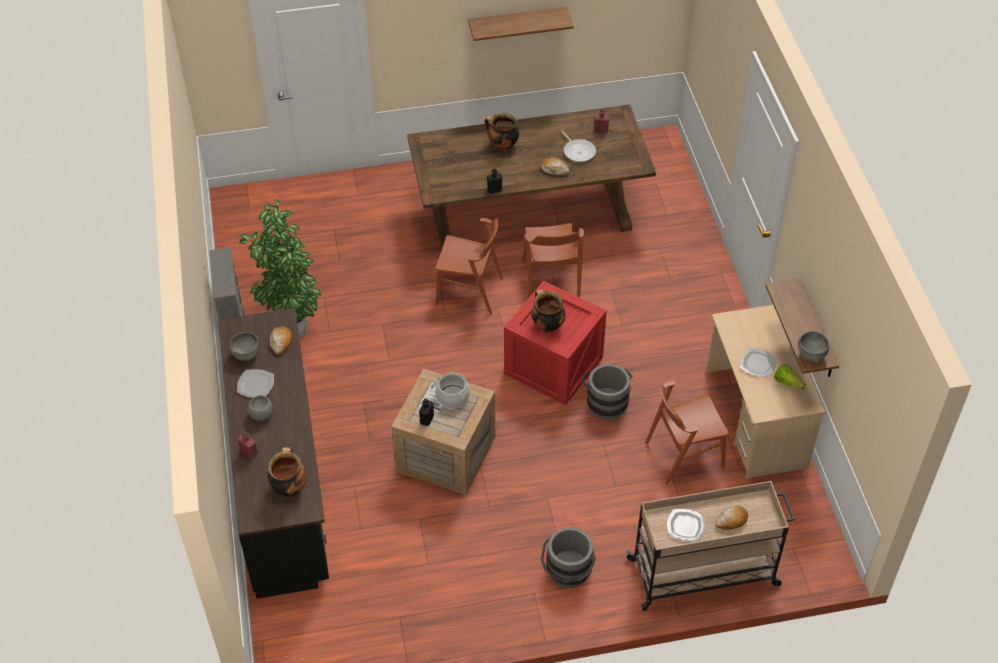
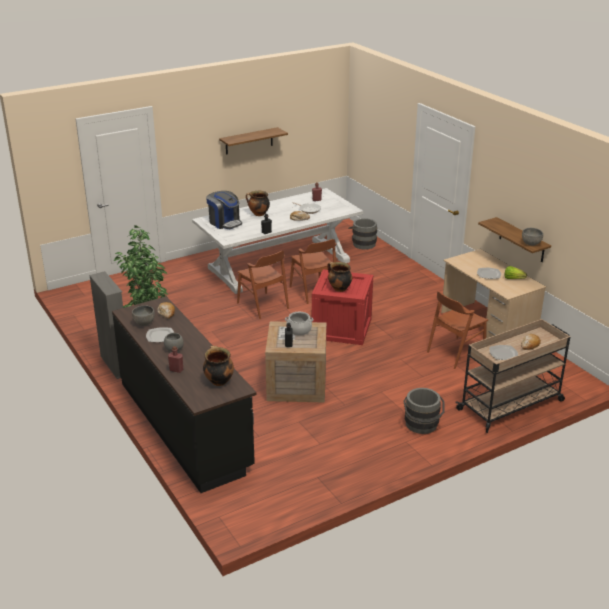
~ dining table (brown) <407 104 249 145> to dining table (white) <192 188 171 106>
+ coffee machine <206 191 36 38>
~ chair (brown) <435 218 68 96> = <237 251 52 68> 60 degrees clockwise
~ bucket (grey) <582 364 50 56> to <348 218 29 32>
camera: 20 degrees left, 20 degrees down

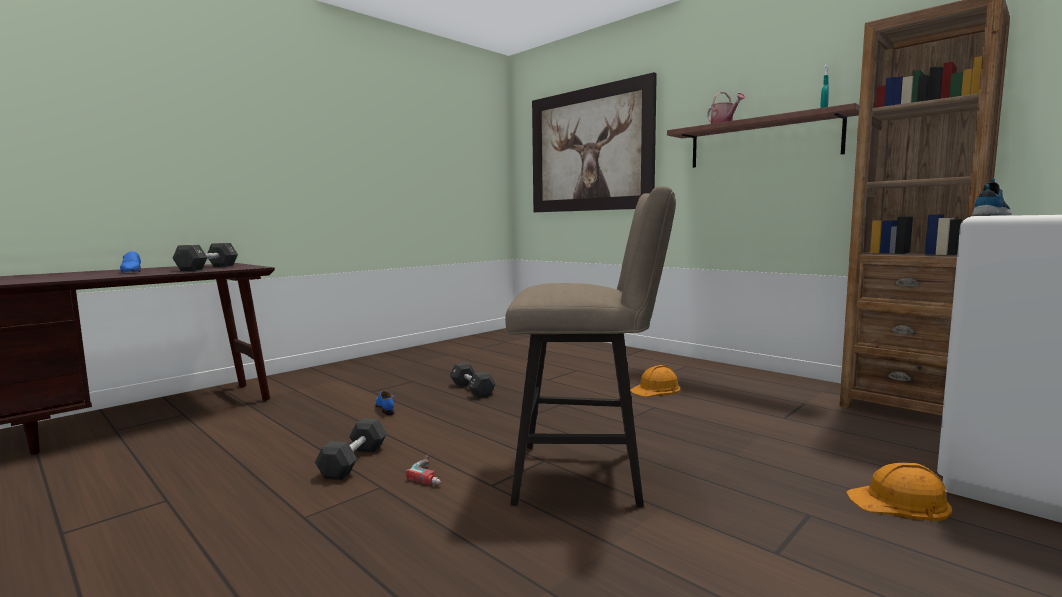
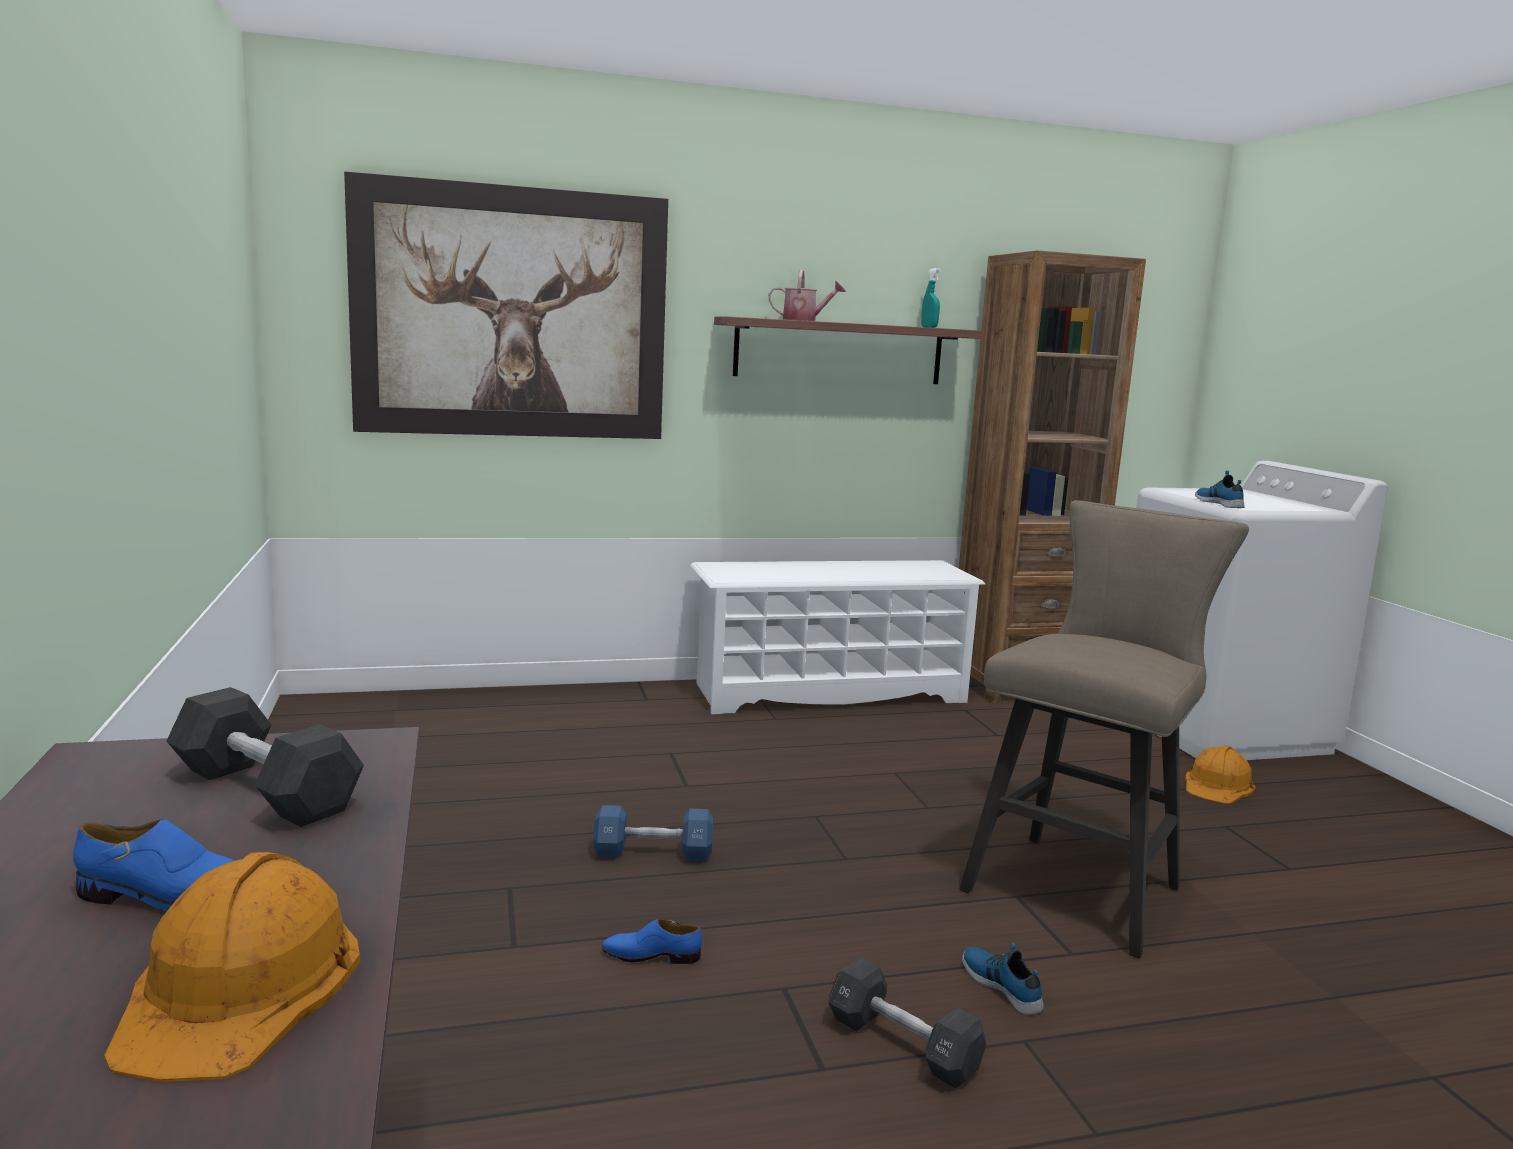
~ hard hat (orange) <630 365 50 32> to <105 852 255 230>
~ dumbbell (black) <450 362 46 36> to dumbbell (blue) <593 805 120 56>
+ shoe rack (white) <690 560 295 155>
~ power drill <405 455 36 30> to shoe <962 943 82 72>
camera: 60 degrees left, 5 degrees up

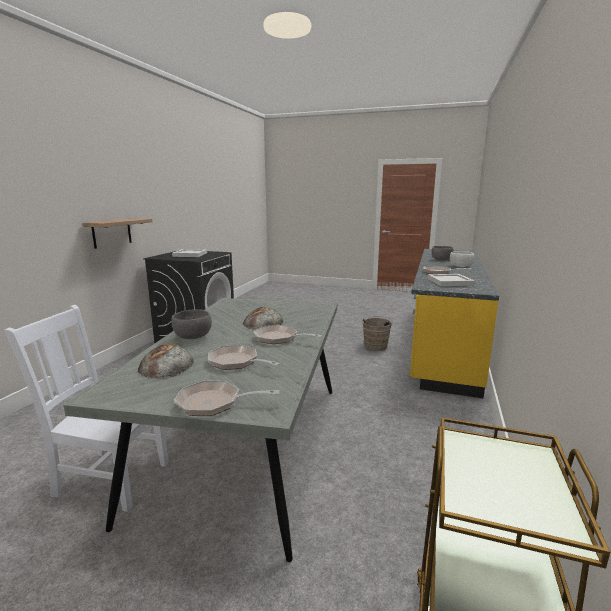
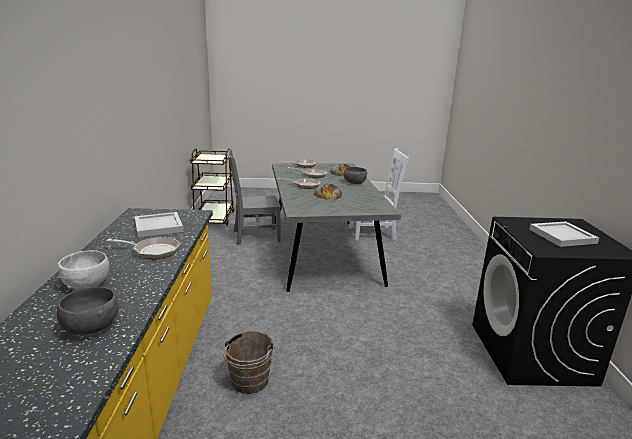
+ chair (grey) <227 148 54 97>
- shelf <83 218 69 31>
camera: 160 degrees right, 5 degrees up

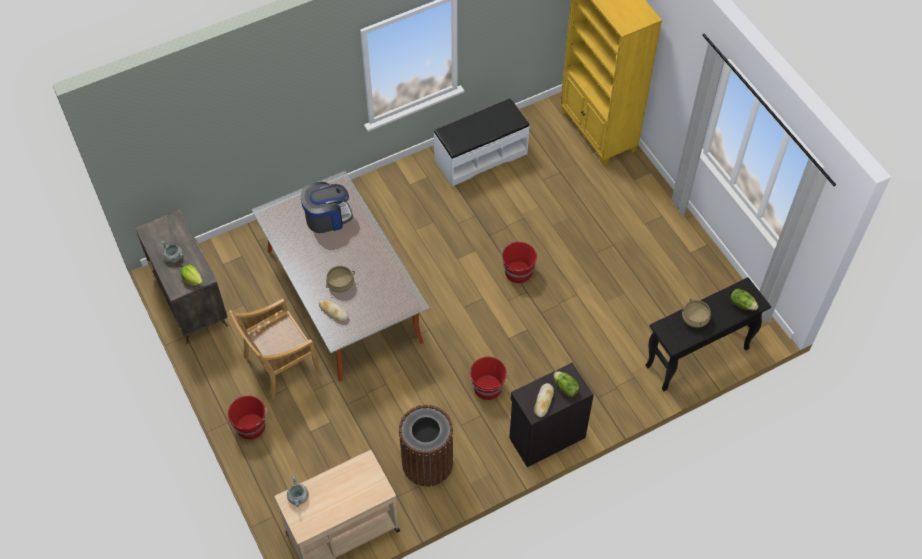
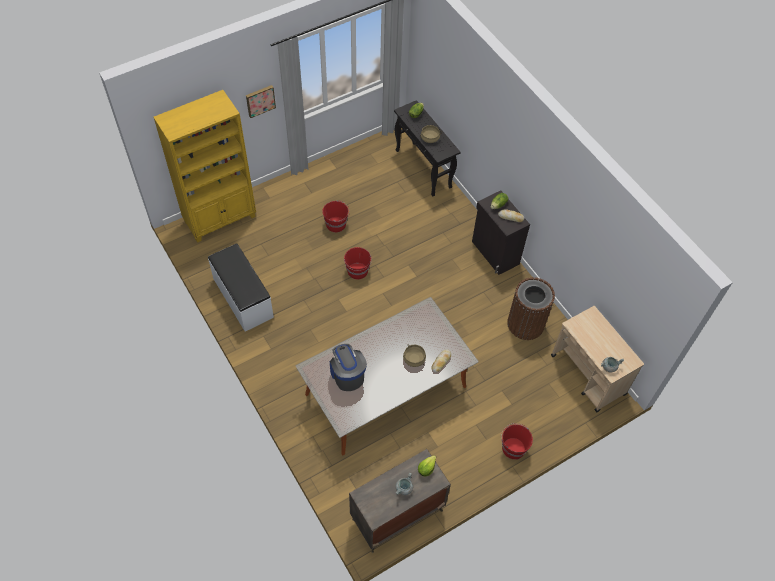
+ picture <246 85 30 33>
~ bucket (red) <469 357 38 43> to <322 200 28 32>
- chair (beige) <229 299 92 101>
camera: 95 degrees left, 0 degrees up

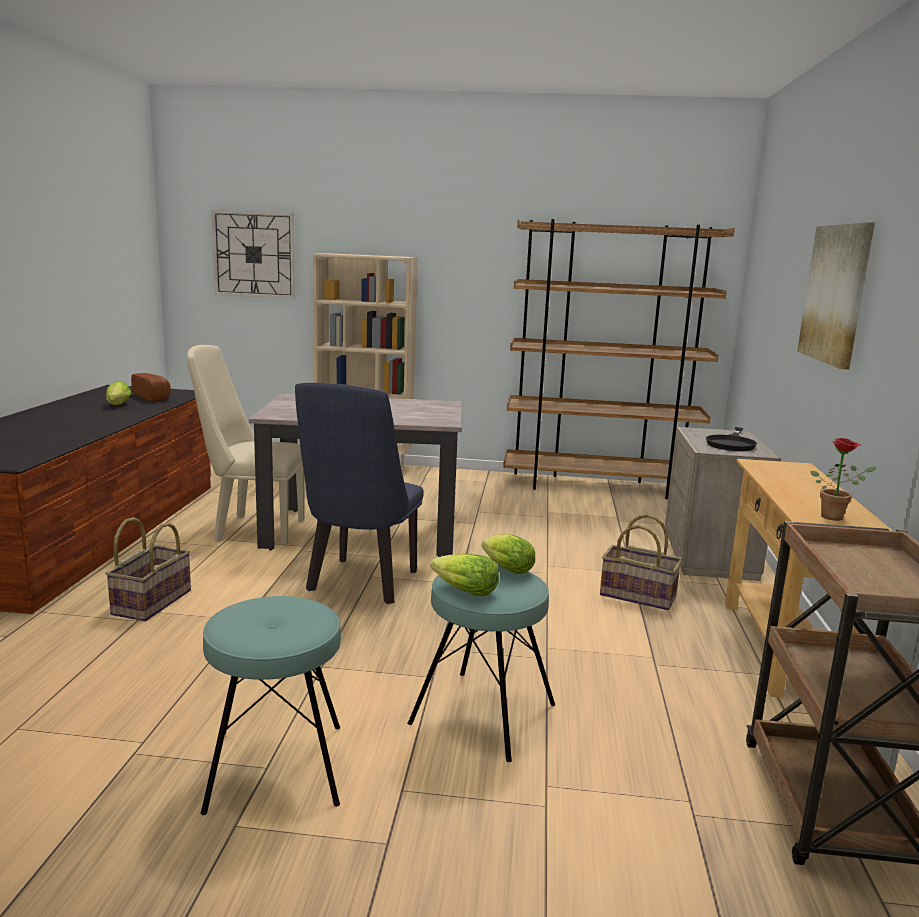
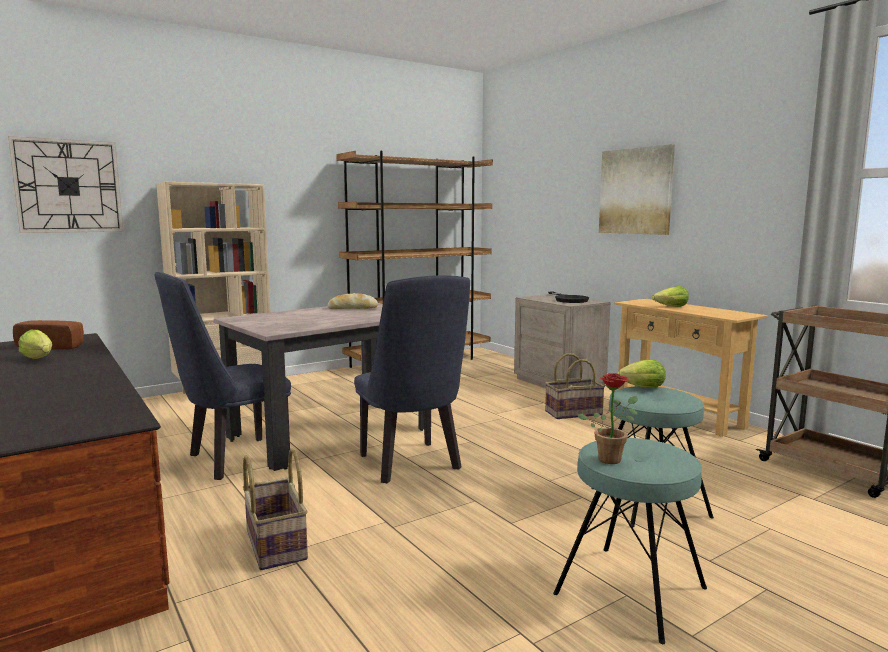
~ chair (beige) <187 345 118 199> to chair (blue) <155 272 136 208>
+ bread <328 293 50 16>
~ potted plant <810 438 67 83> to <577 373 61 91>
~ lettuce <430 554 69 42> to <652 286 37 21>
camera: 40 degrees left, 5 degrees down

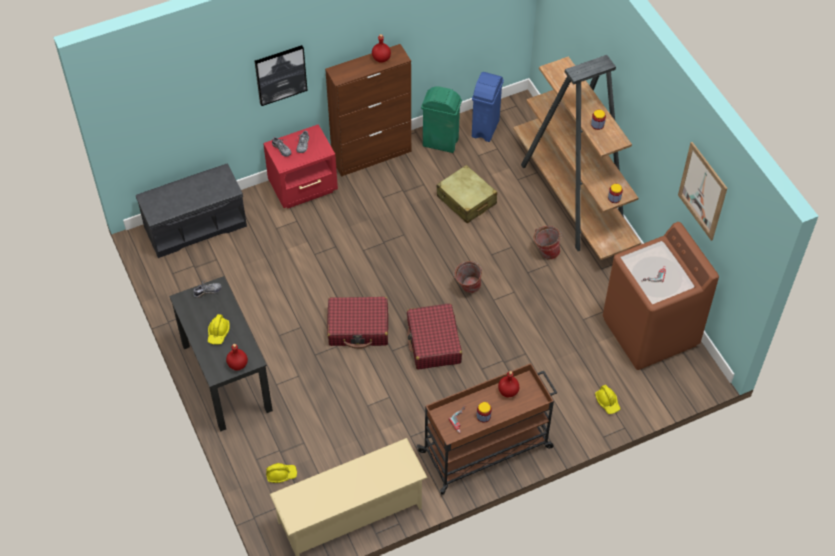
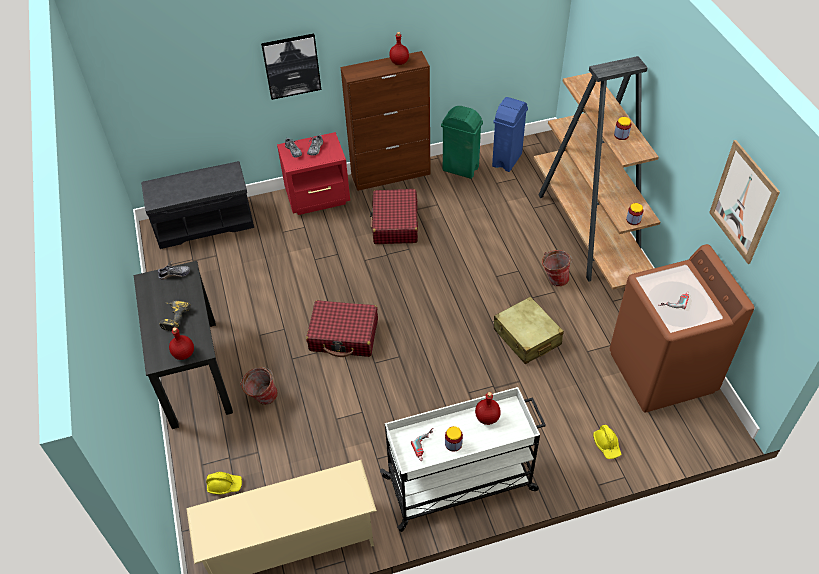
~ hard hat (yellow) <208 314 22 31> to power drill <159 301 32 31>
~ bucket <454 261 28 32> to <240 367 38 38>
~ suitcase (red) <407 303 55 66> to <370 189 48 55>
~ cart (brown) <417 363 140 132> to cart (white) <380 387 166 145>
~ suitcase (beige) <437 165 60 58> to <494 297 70 67>
camera: 10 degrees right, 5 degrees down

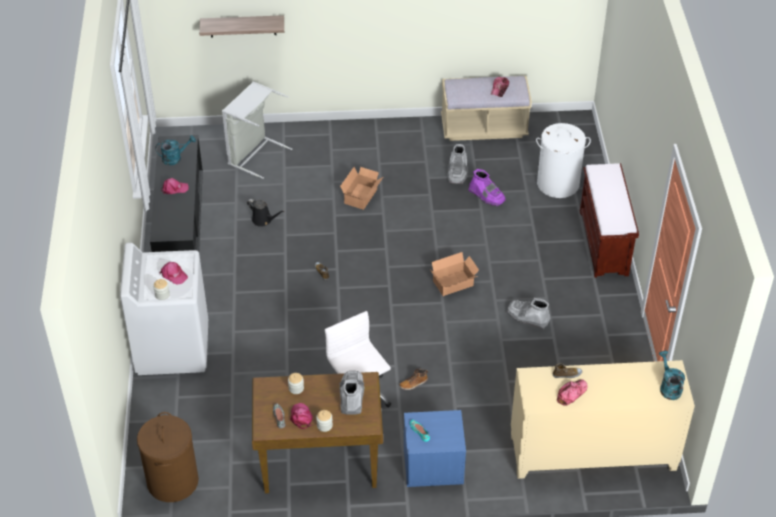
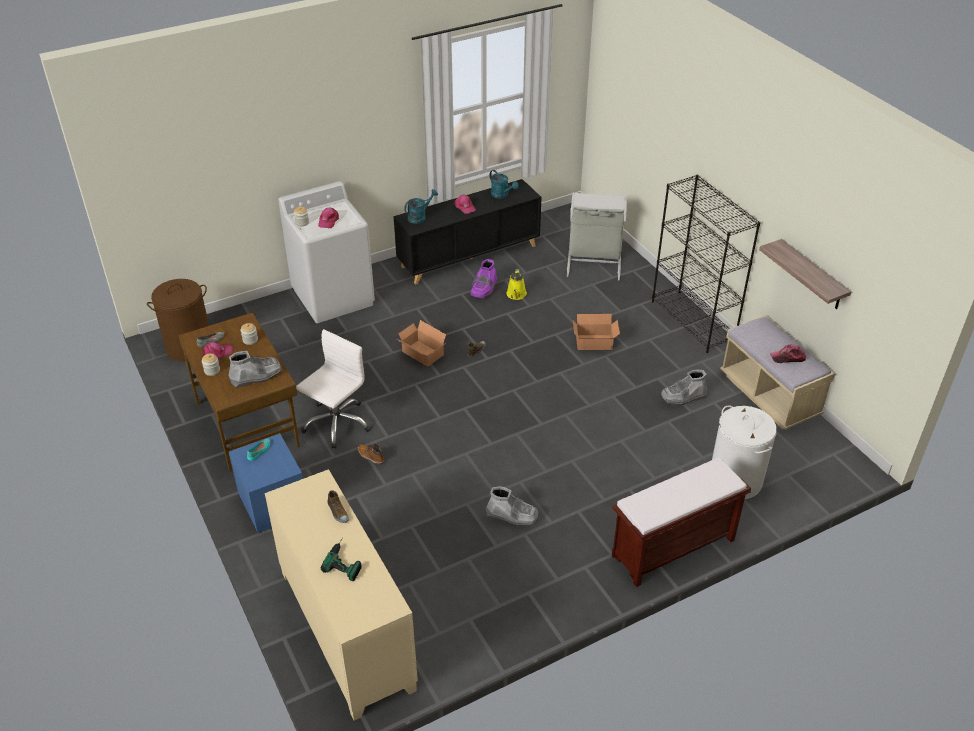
+ power drill <321 539 41 42>
~ cardboard box <430 252 49 44> to <397 320 49 47>
~ watering can (turquoise) <659 351 26 49> to <404 189 34 35>
~ boot (purple) <469 169 37 37> to <470 259 28 39>
~ boot (grey) <507 298 44 31> = <486 486 53 40> 105 degrees clockwise
~ watering can (black) <247 199 38 28> to watering can (yellow) <506 269 21 31>
+ bookcase (black) <652 175 109 178>
~ shelf <199 15 85 23> to <759 239 92 70>
- cap <557 379 31 27>
camera: 65 degrees right, 5 degrees down

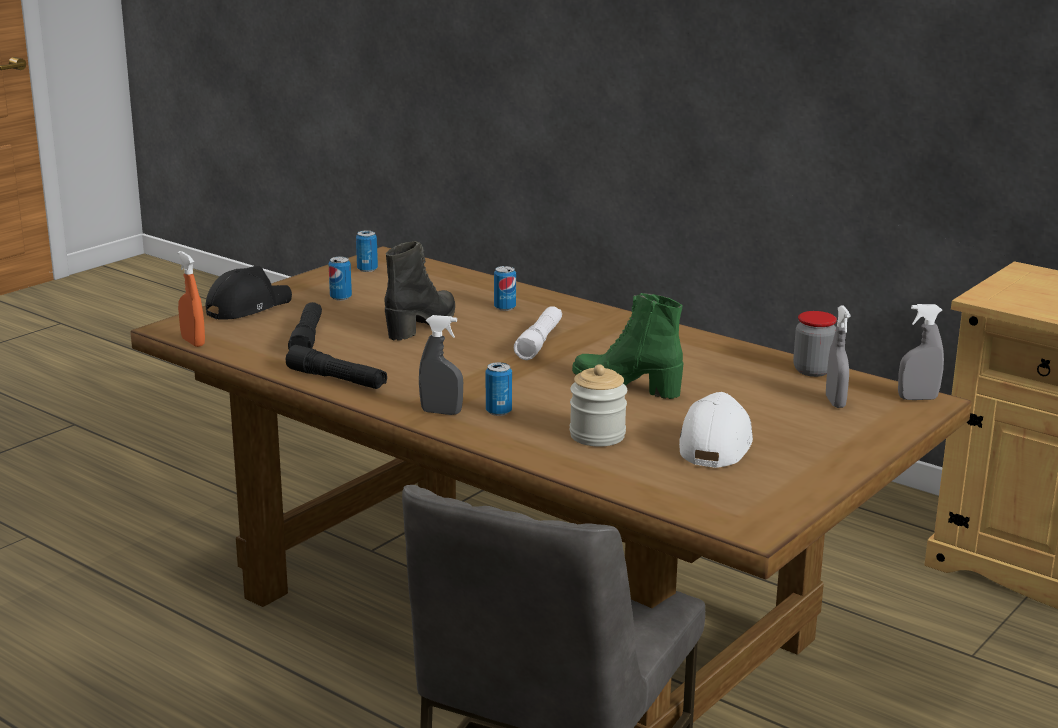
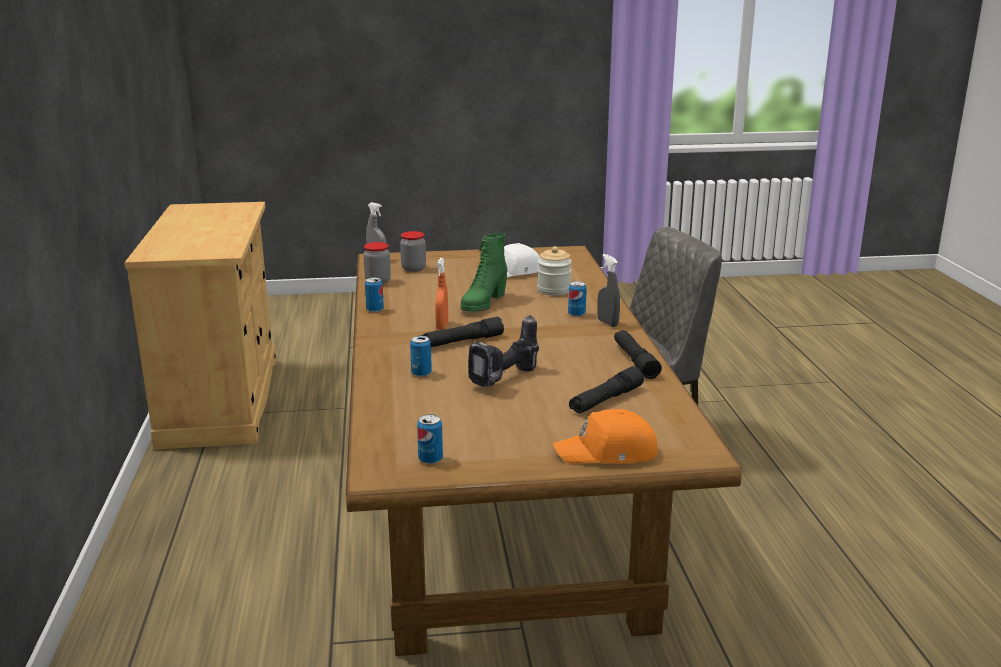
~ can <328 257 24 44> to <365 277 19 35>
~ spray bottle (grey) <826 305 24 103> to jar <400 231 26 41>
~ flashlight (white) <514 306 48 54> to flashlight (black) <422 317 82 30>
~ spray bottle (orange) <178 251 27 96> to <435 258 13 72>
~ boot (green) <572 293 112 106> = <461 233 46 79> 45 degrees clockwise
~ boot (black) <384 241 71 100> to power drill <468 315 71 72>
~ cap (black) <206 266 86 54> to cap (orange) <553 409 105 54>
camera: 135 degrees left, 0 degrees up

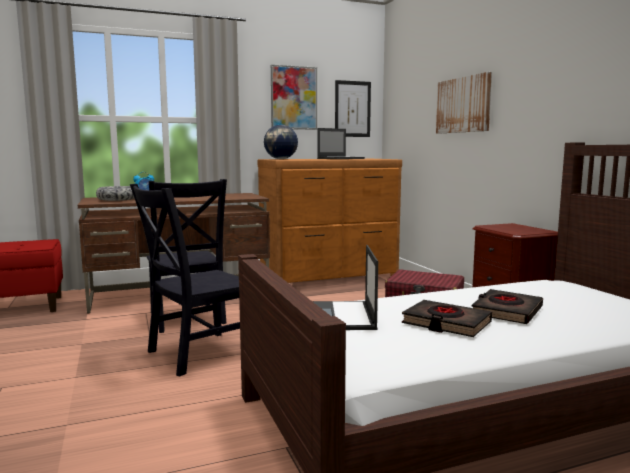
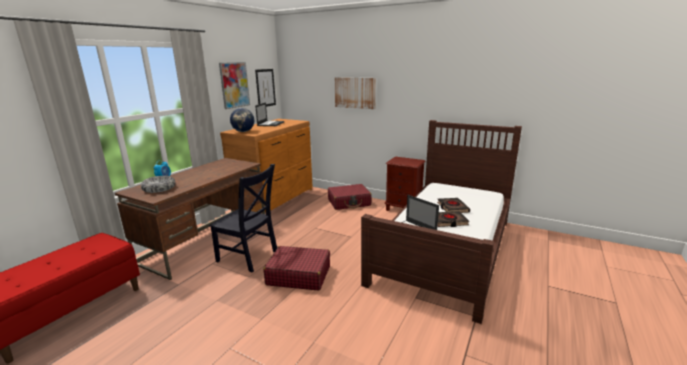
~ chair (black) <130 184 110 193> to suitcase (red) <263 246 67 44>
camera: 40 degrees left, 10 degrees up

